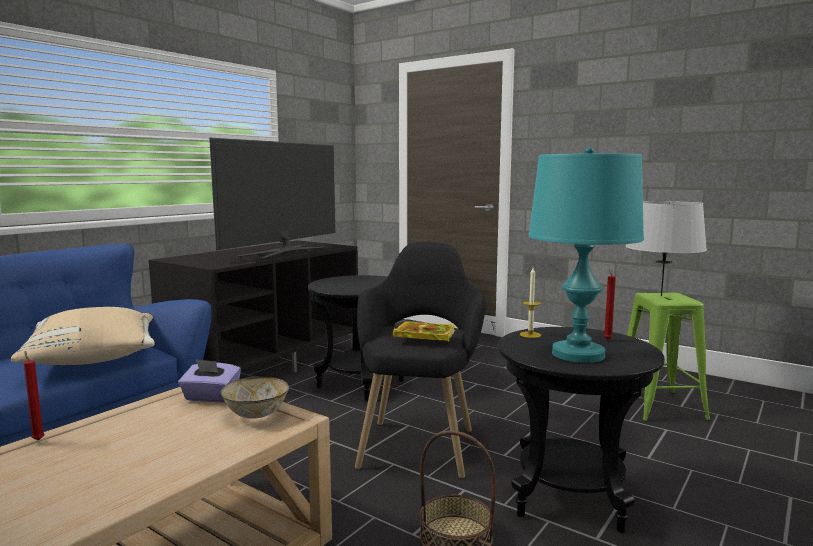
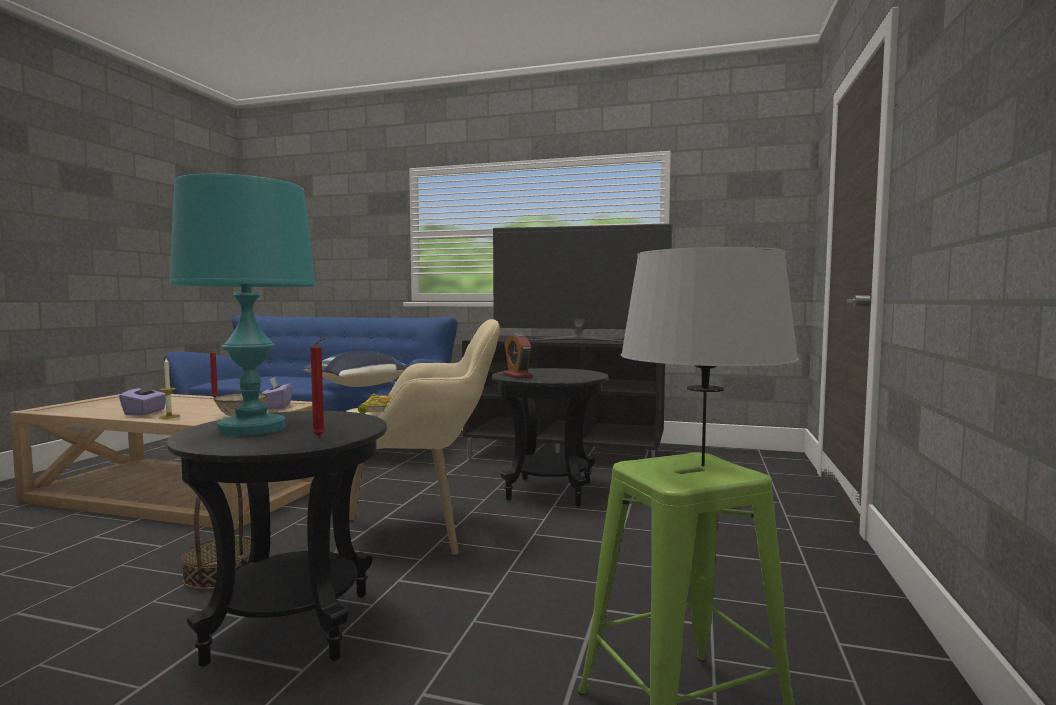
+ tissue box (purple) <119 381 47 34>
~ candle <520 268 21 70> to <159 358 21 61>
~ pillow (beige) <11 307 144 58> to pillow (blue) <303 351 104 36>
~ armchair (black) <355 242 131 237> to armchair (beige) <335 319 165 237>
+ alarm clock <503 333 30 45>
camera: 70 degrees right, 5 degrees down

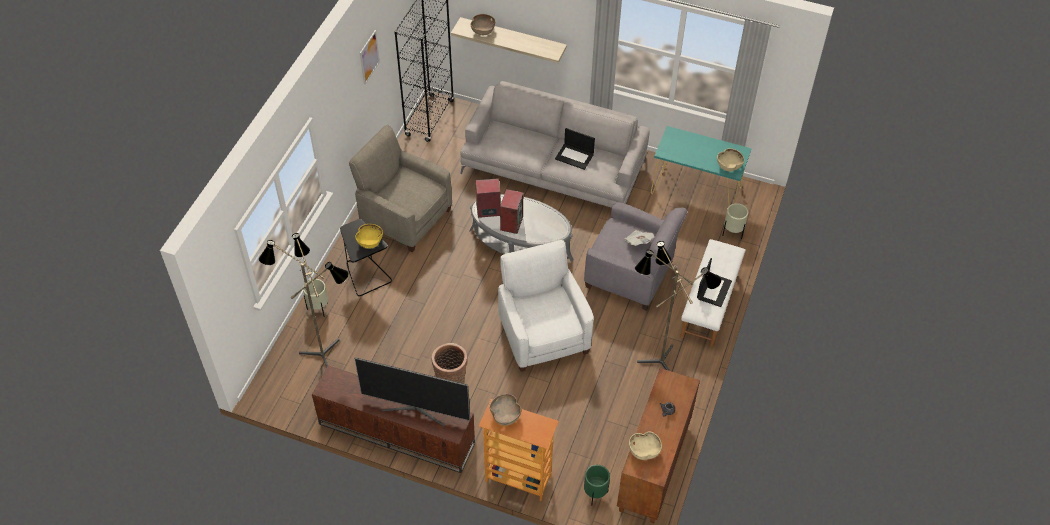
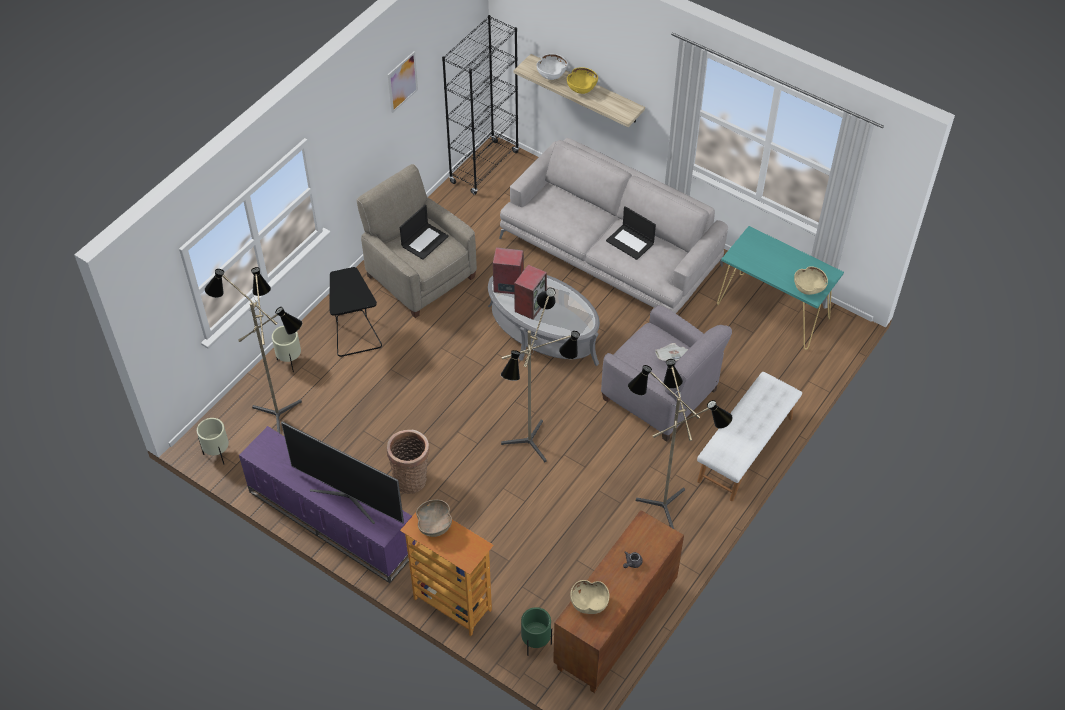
~ planter (beige) <722 203 26 37> to <197 418 32 46>
~ tv stand (brown) <312 365 163 108> to tv stand (purple) <239 426 176 157>
~ laptop <697 258 35 49> to <400 204 49 56>
~ armchair (white) <498 240 96 132> to floor lamp <501 288 79 174>
~ bowl (brown) <471 14 25 21> to bowl (white) <537 54 31 26>
~ bowl (yellow) <355 224 28 25> to <567 67 31 27>
camera: 15 degrees right, 0 degrees up

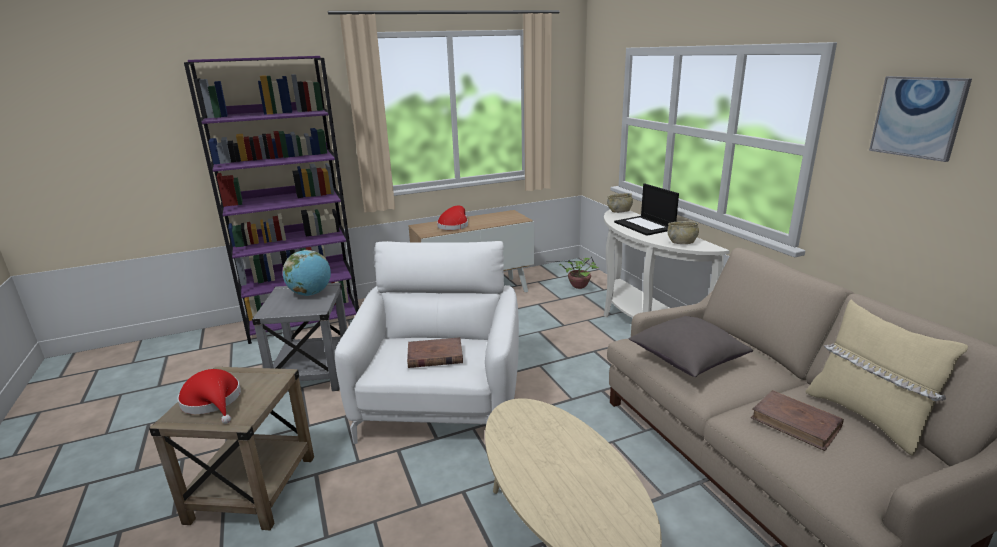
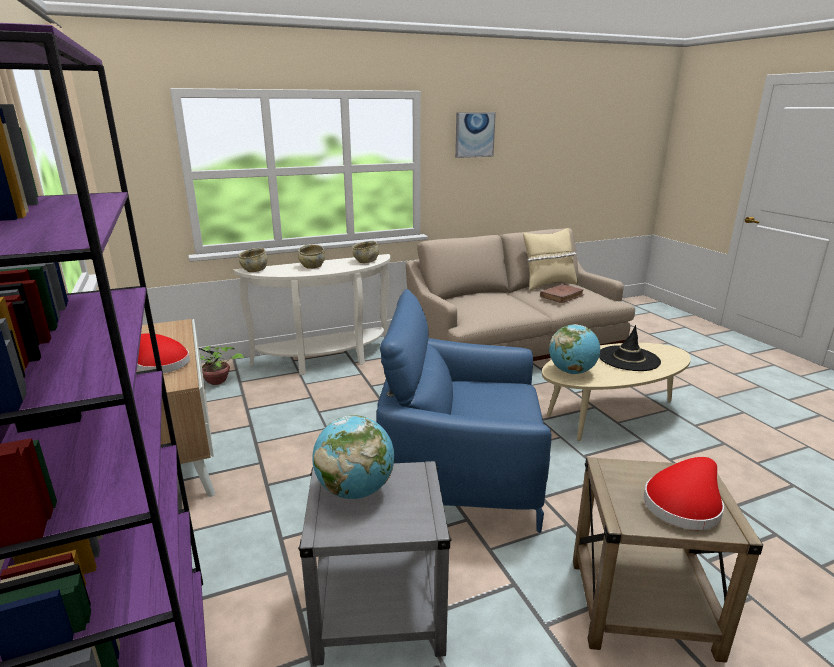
~ laptop <614 184 65 52> to bowl (beige) <298 244 27 25>
~ armchair (white) <335 241 184 203> to armchair (blue) <377 289 175 244>
+ globe <549 324 51 50>
+ hat (black) <599 325 62 46>
- book (brown) <407 337 56 31>
- pillow (grey) <629 316 124 61>
camera: 90 degrees left, 0 degrees up

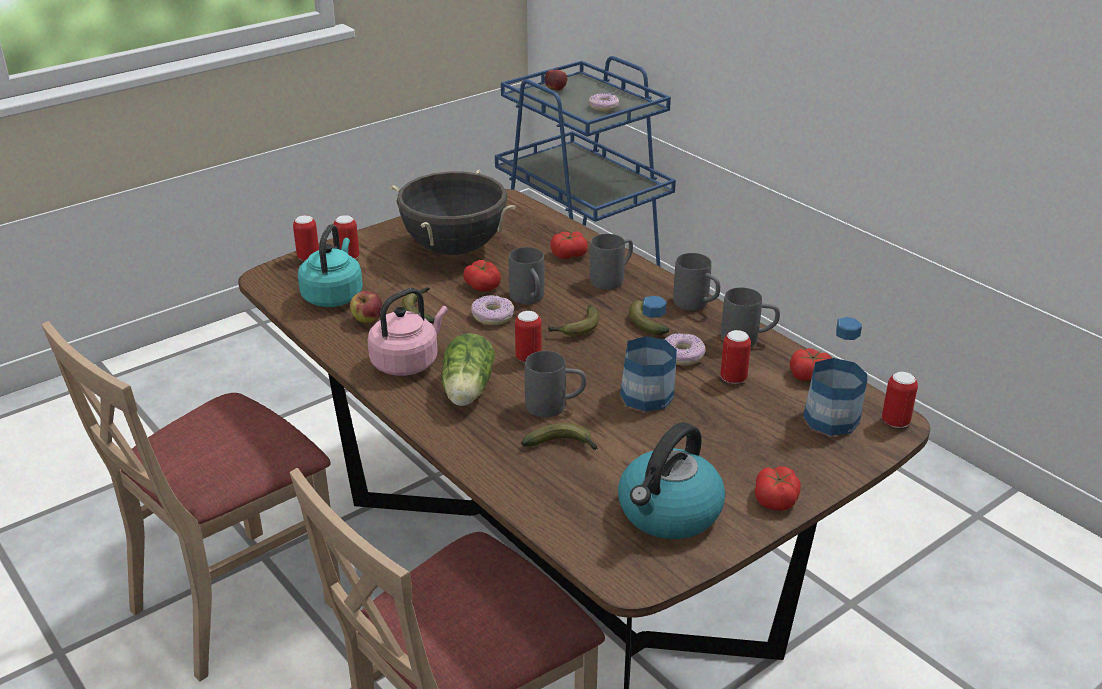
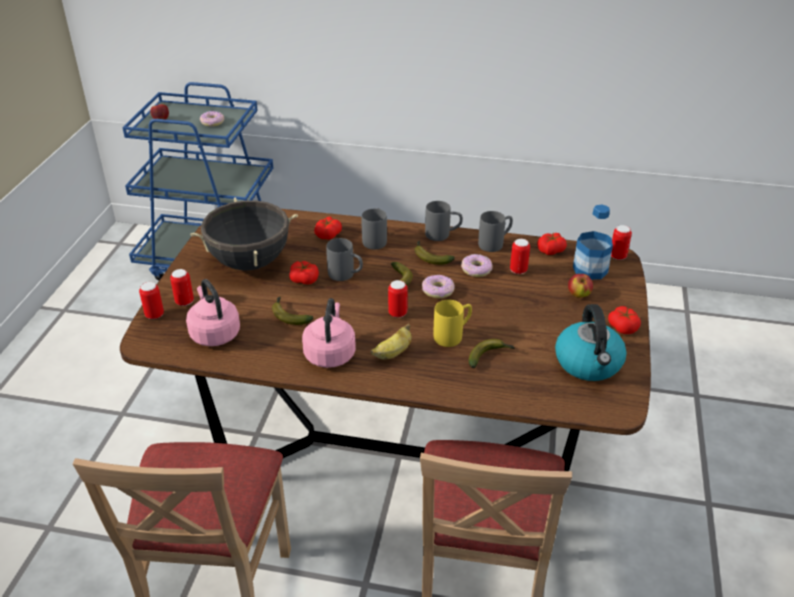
~ kettle (turquoise) <298 224 65 83> to kettle (pink) <186 279 54 67>
~ lettuce <441 333 54 73> to banana <371 324 41 36>
~ donut <471 295 43 30> to <422 275 33 23>
~ mug (grey) <525 351 61 66> to mug (yellow) <434 300 38 47>
~ apple <350 291 33 33> to <568 274 25 24>
- bottle <620 296 57 116>
camera: 40 degrees left, 5 degrees up

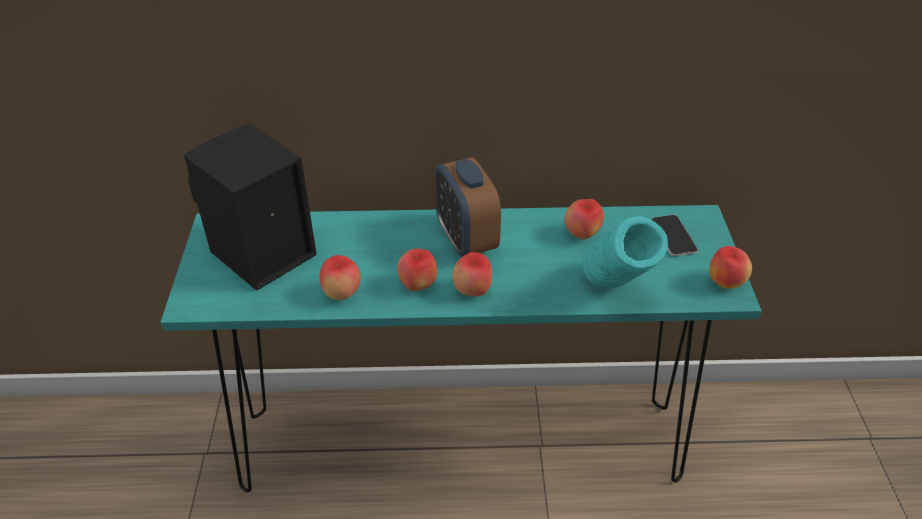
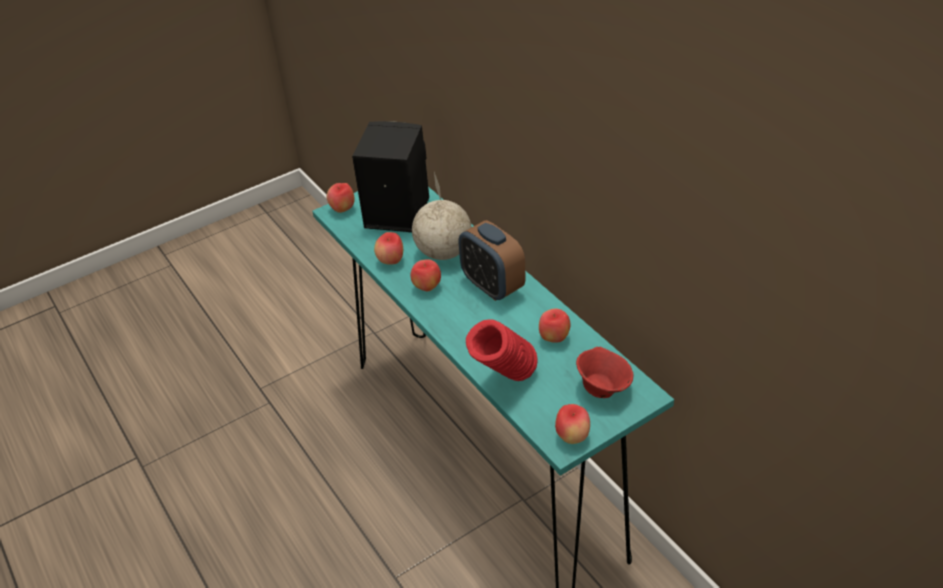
~ apple <452 252 40 44> to <327 183 28 30>
+ globe <412 172 60 88>
~ alarm clock <435 157 66 100> = <459 220 67 81> 75 degrees counterclockwise
~ vase (turquoise) <581 216 87 72> to vase (red) <466 319 72 62>
~ phone <651 215 47 41> to bowl (red) <576 346 57 52>
camera: 60 degrees right, 0 degrees up

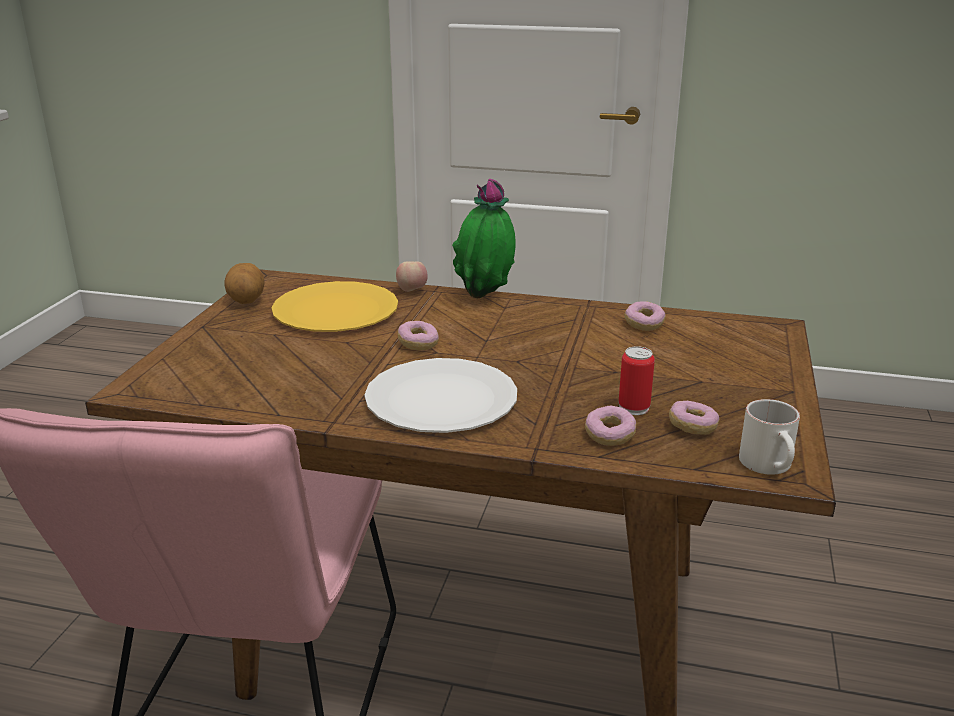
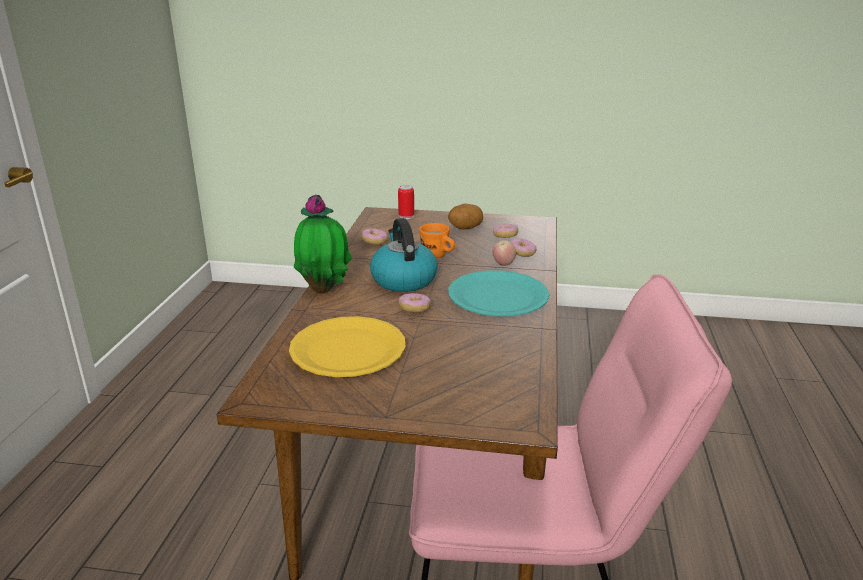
+ kettle <370 218 68 74>
~ can <618 346 37 69> to <398 185 16 34>
+ mug (orange) <419 223 36 35>
~ potato <224 263 41 41> to <448 203 35 26>
~ plate (white) <364 358 153 75> to plate (turquoise) <448 270 101 46>
~ apple <396 262 32 30> to <492 240 24 26>
- mug (white) <739 399 61 76>
camera: 95 degrees left, 0 degrees up

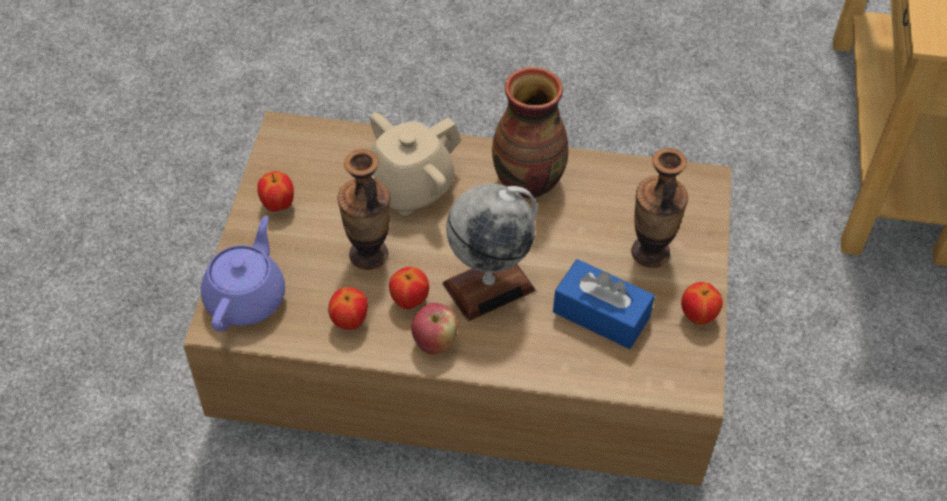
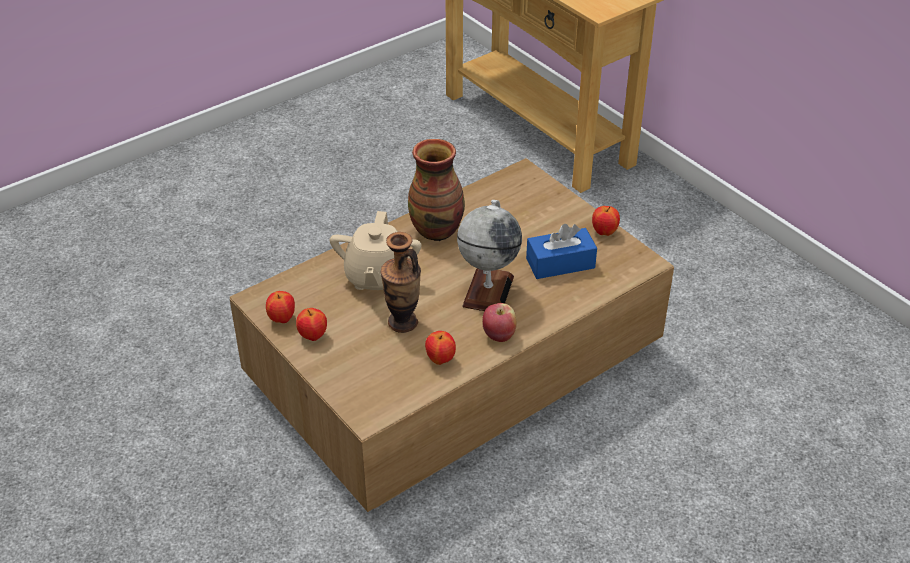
~ apple <389 267 40 42> to <266 291 29 32>
- teapot (purple) <201 216 84 116>
- vase <631 148 57 120>
camera: 45 degrees left, 10 degrees down

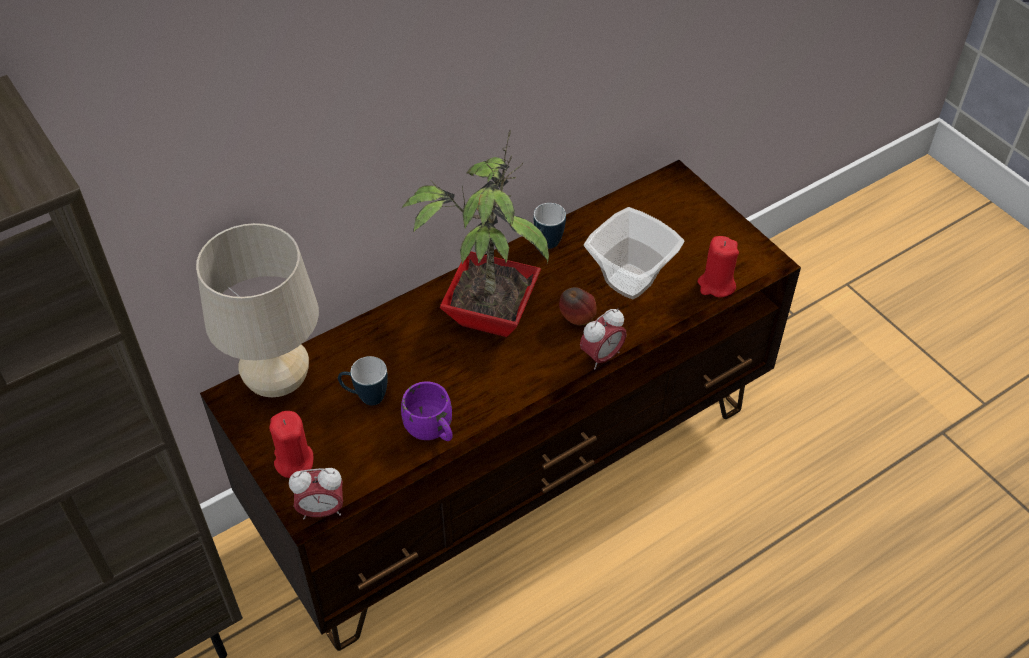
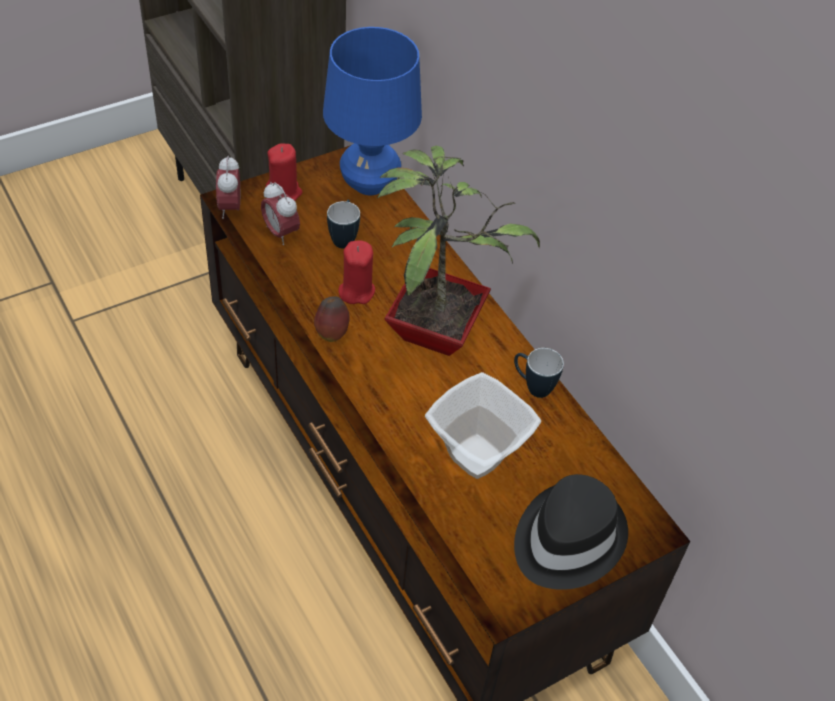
~ alarm clock <580 309 47 60> to <261 182 39 63>
~ apple <559 287 38 38> to <314 296 36 46>
~ table lamp (beige) <196 223 123 174> to table lamp (blue) <323 27 99 168>
~ candle (red) <698 236 41 61> to <339 240 36 64>
+ hat (black) <514 474 114 116>
- mug (purple) <401 381 52 60>
camera: 90 degrees right, 0 degrees up

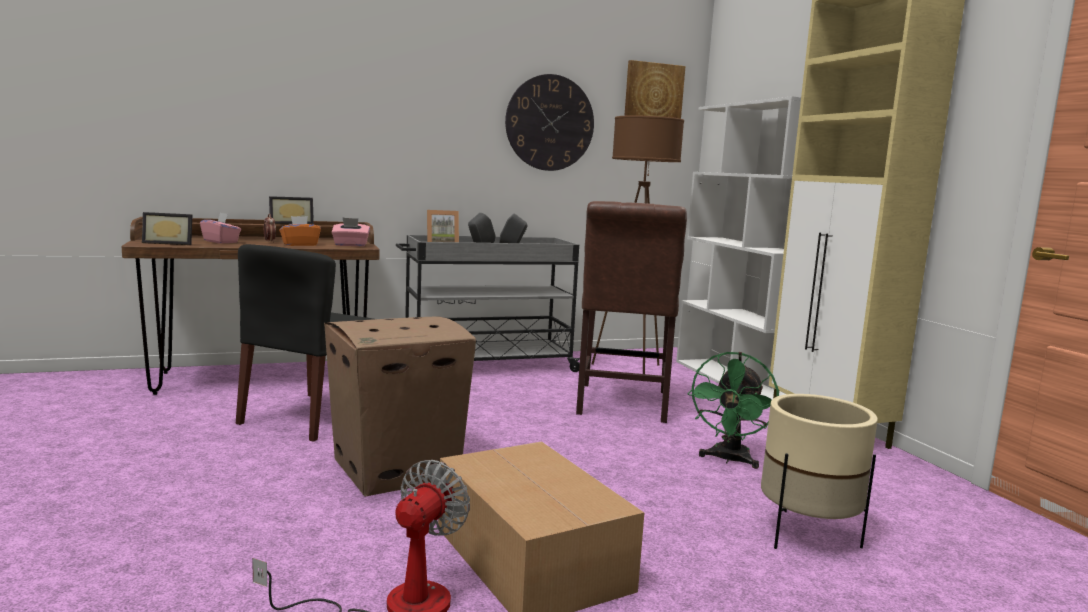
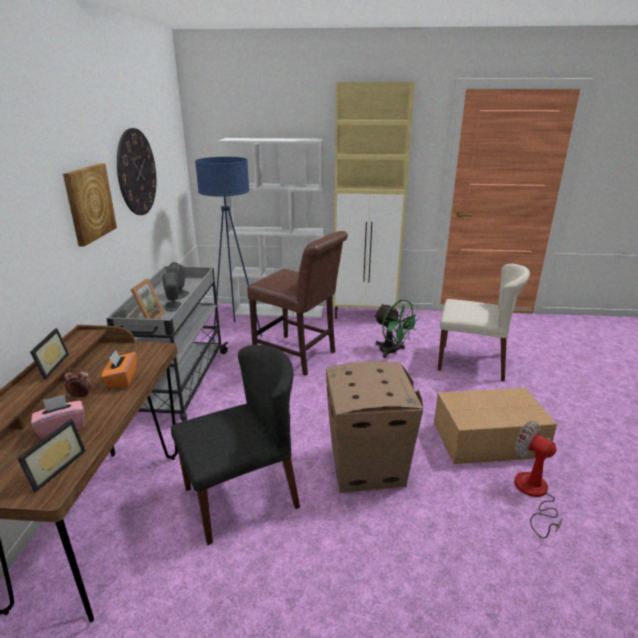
~ picture <624 60 61 59> to <63 163 54 84>
~ chair (black) <236 244 137 198> = <171 345 129 200> 75 degrees counterclockwise
~ floor lamp (brown) <592 116 92 258> to floor lamp (blue) <195 157 67 186>
~ planter (beige) <761 394 117 155> to chair (beige) <438 264 92 117>
- tissue box (pink) <332 217 38 30>
camera: 65 degrees left, 15 degrees up

